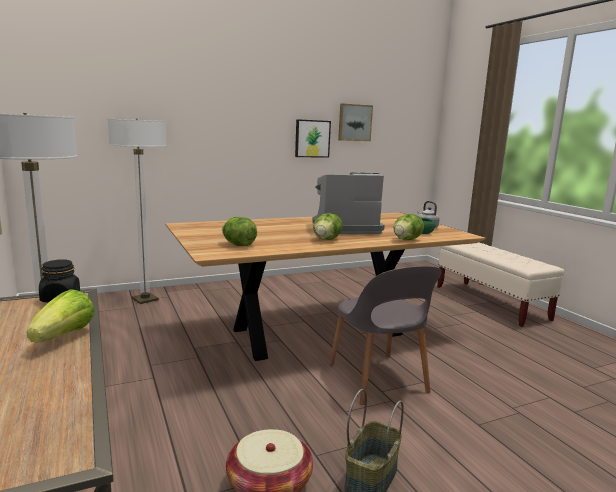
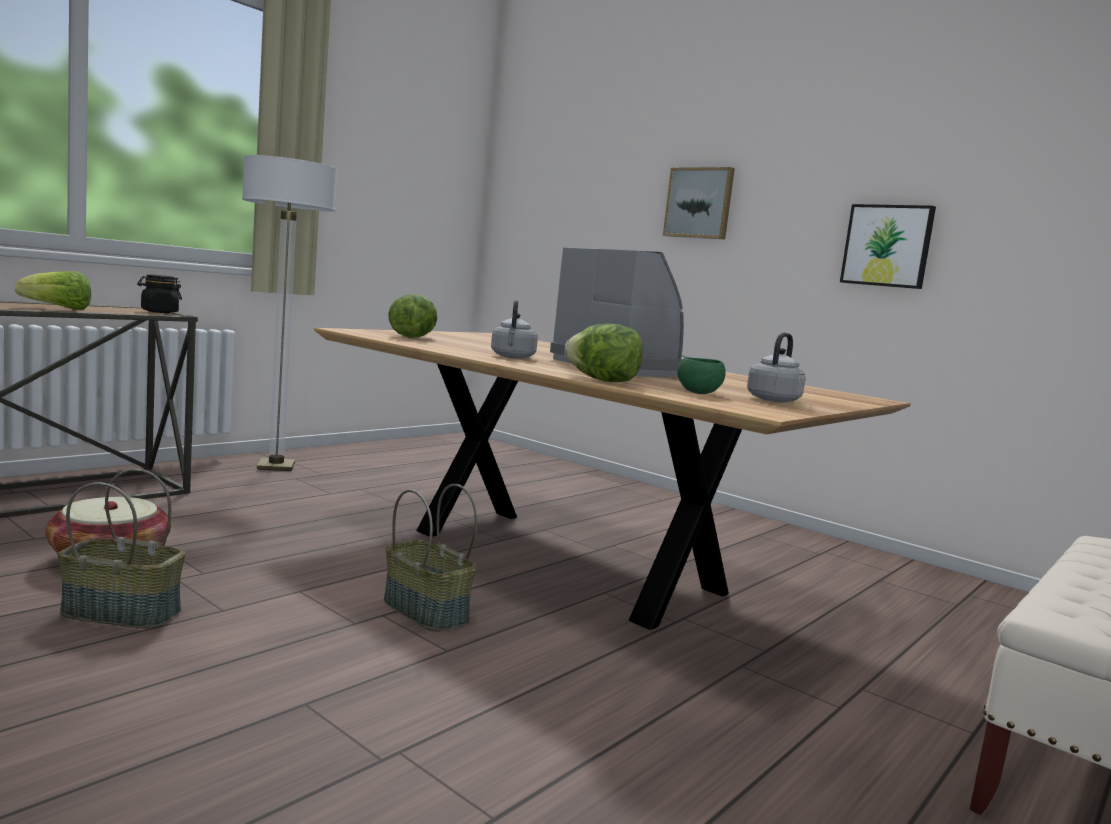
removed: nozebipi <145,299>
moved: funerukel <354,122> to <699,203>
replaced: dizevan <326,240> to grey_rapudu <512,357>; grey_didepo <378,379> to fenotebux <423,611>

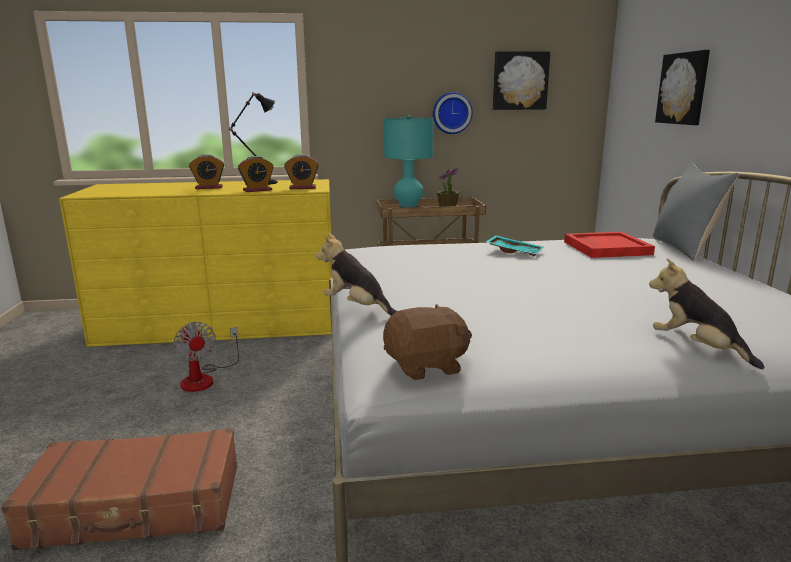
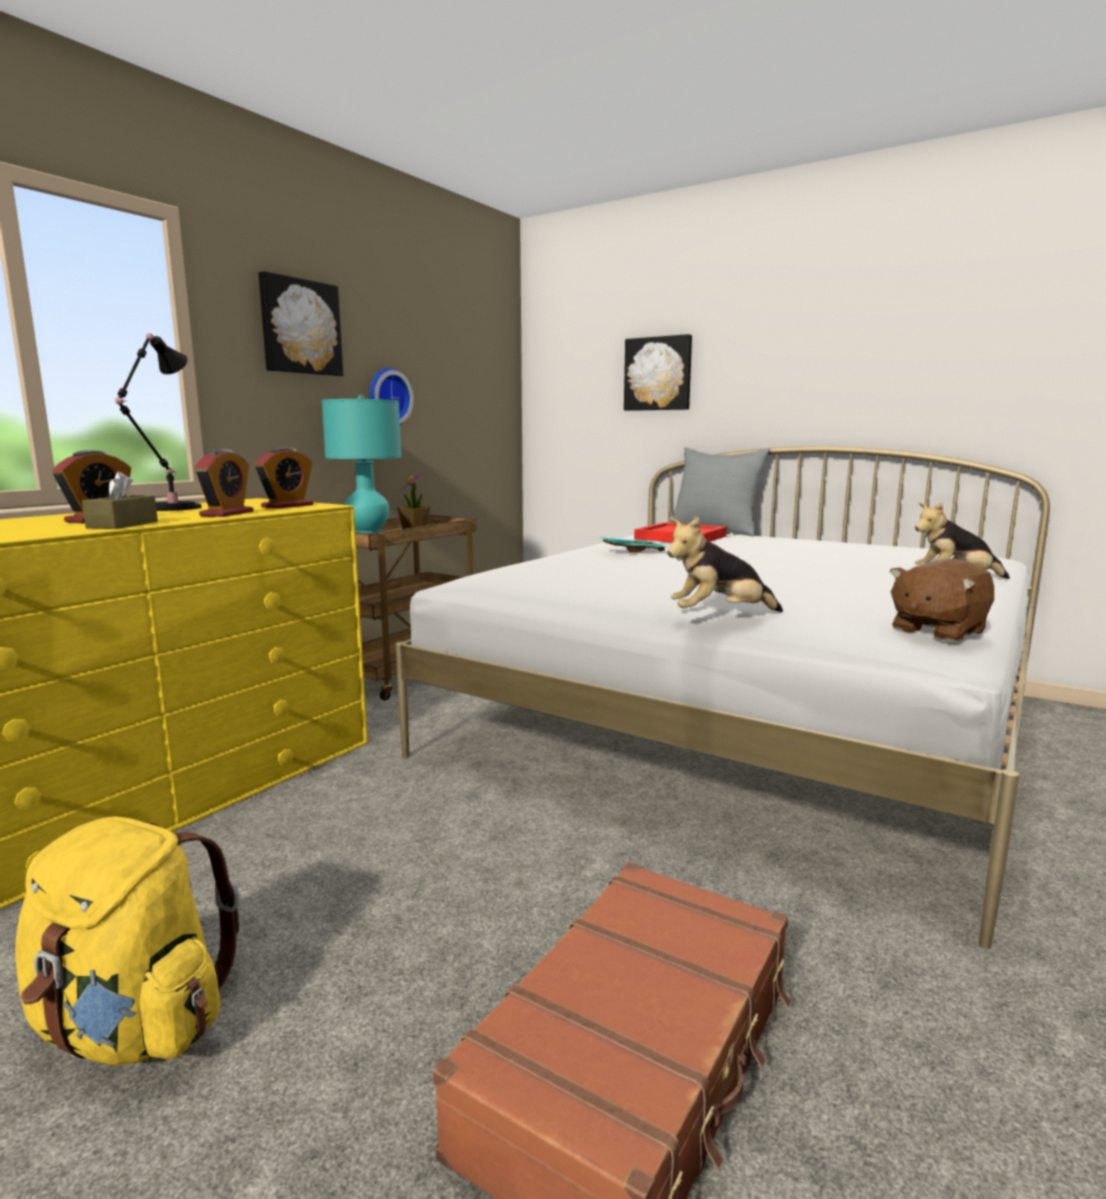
removed: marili <205,378>
added: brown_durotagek <123,525>; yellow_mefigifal <134,1026>
moved: funerukel <520,81> to <300,327>
turned: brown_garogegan <426,366> = <936,631> 150 degrees counterclockwise

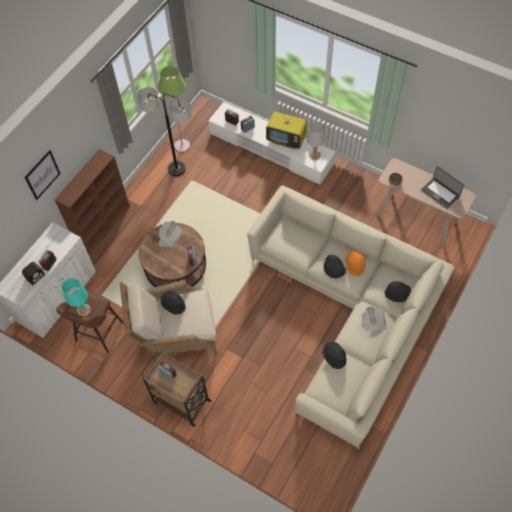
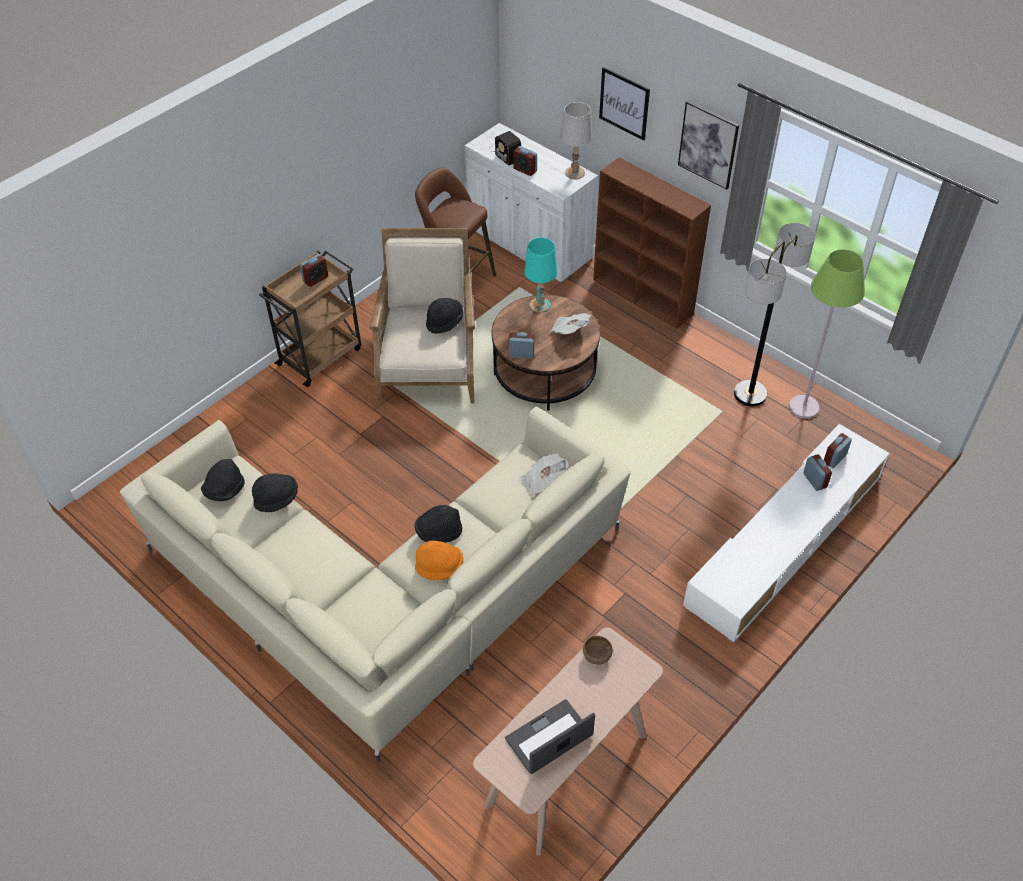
removed: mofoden <286,140>
added: funerukel <708,144>
moved: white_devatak <314,155> to <574,173>; turquoise_devatak <83,309> to <540,305>; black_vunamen <397,294> to <225,490>; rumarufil <373,324> to <543,482>

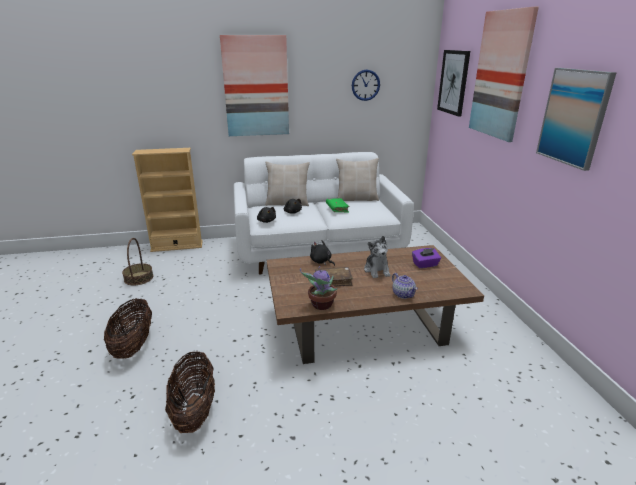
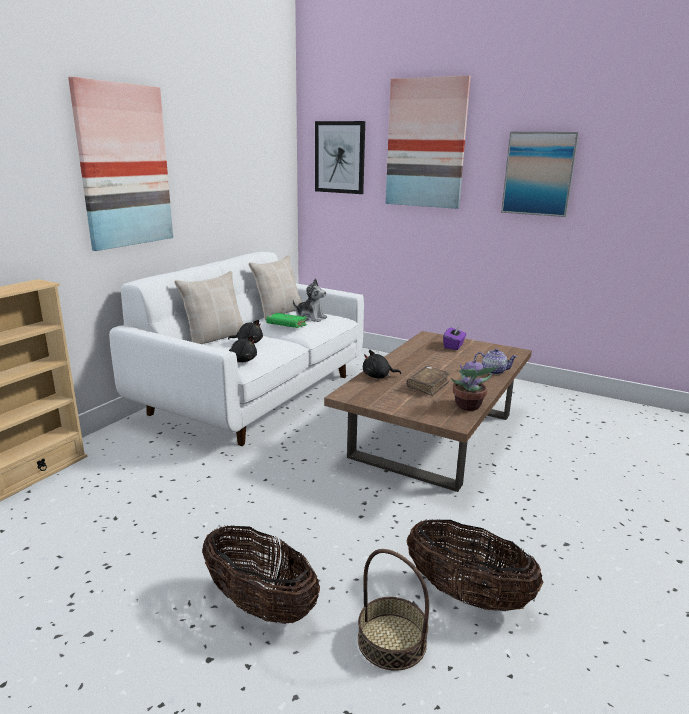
removed: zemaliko <365,85>
moved: garogegan <377,270> to <310,318>; fenotebux <138,278> to <391,641>

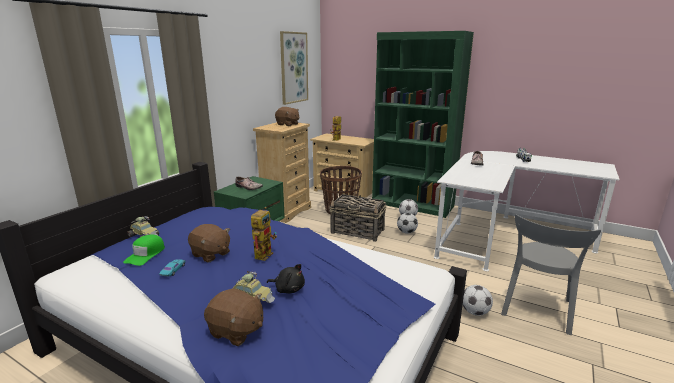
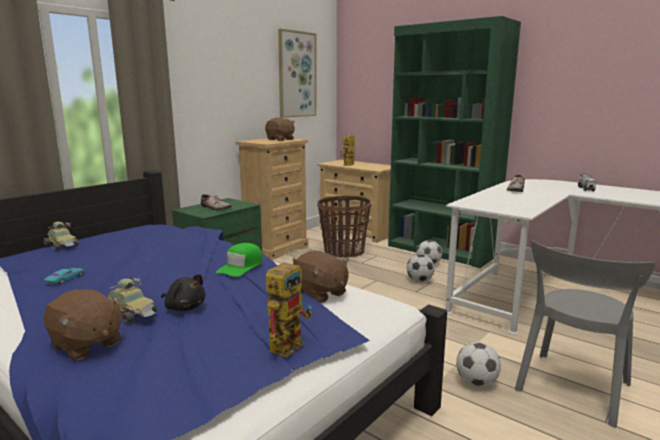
removed: fenotebux <358,231>
moved: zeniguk <264,253> to <288,343>; brown_garogegan <210,254> to <320,293>; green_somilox <146,254> to <241,267>

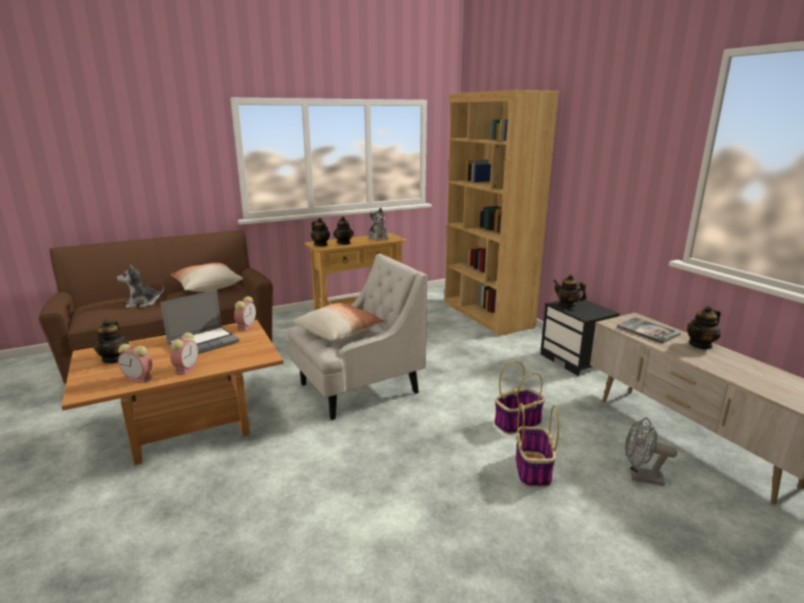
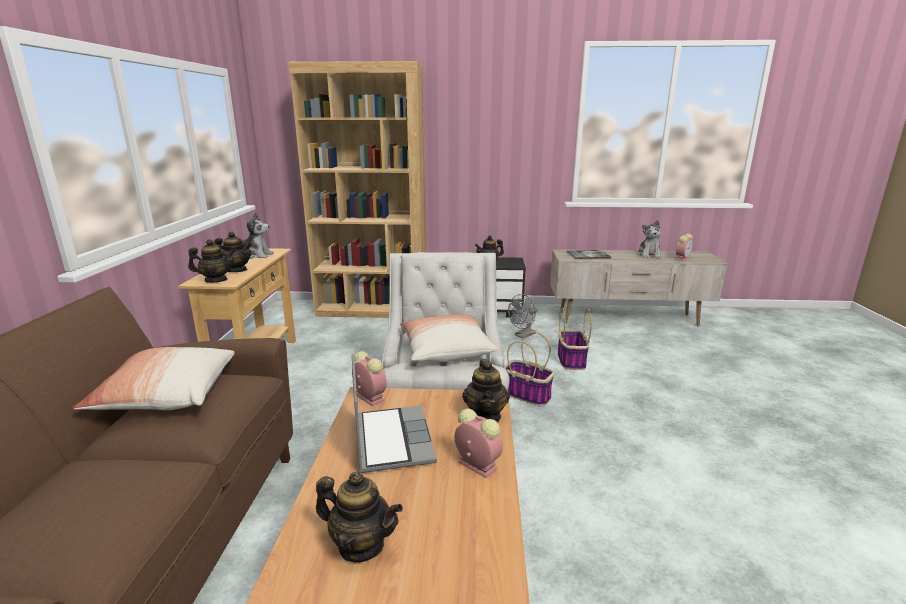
moved: garogegan <142,303> to <649,255>; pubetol <700,345> to <485,416>; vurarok <139,378> to <682,258>; fenotebux <533,470> to <527,395>; grey_marili <640,477> to <523,335>

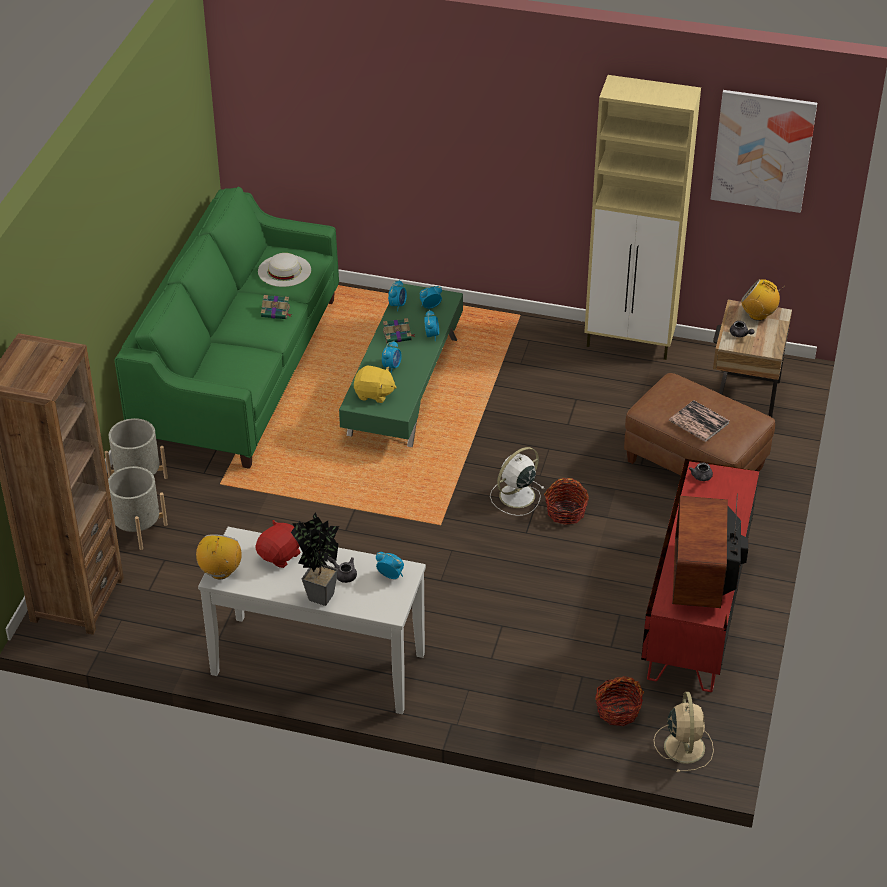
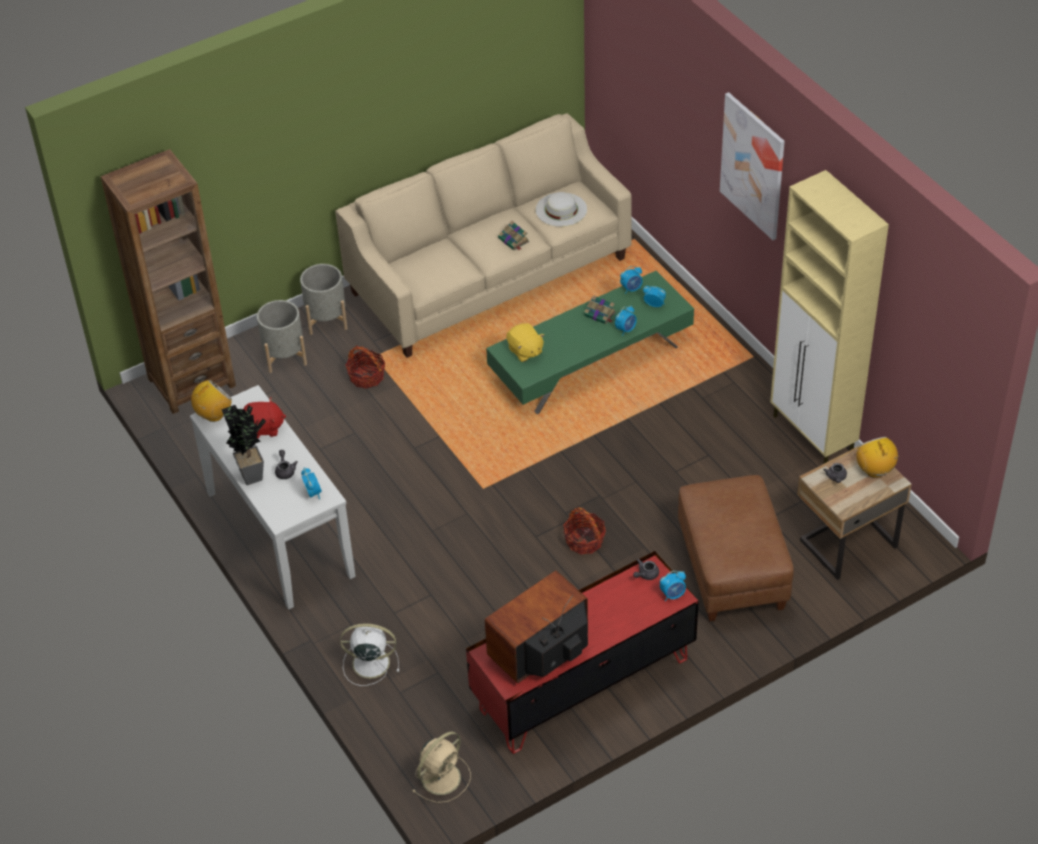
removed: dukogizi <699,422>
moved: funerukel <763,150> to <753,165>; vurarok <392,366> to <673,594>; white_marili <515,496> to <369,663>; fenotebux <617,711> to <366,377>
recoloured: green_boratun <239,371> to beige_boratun <489,276>

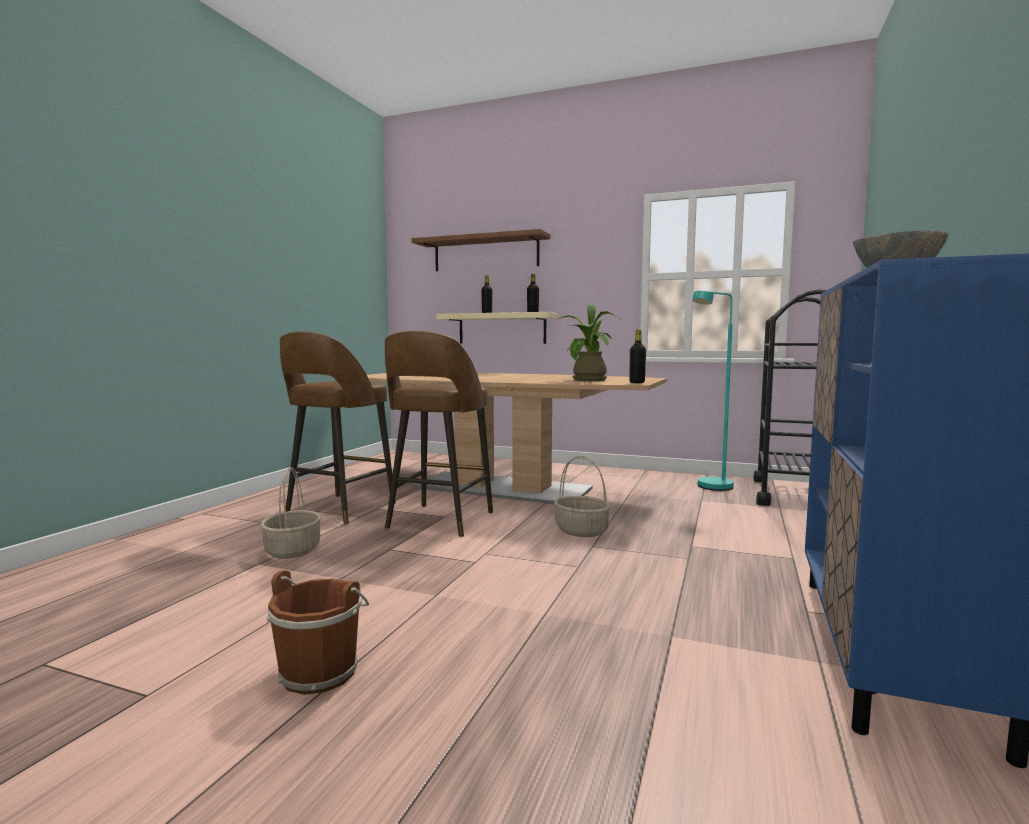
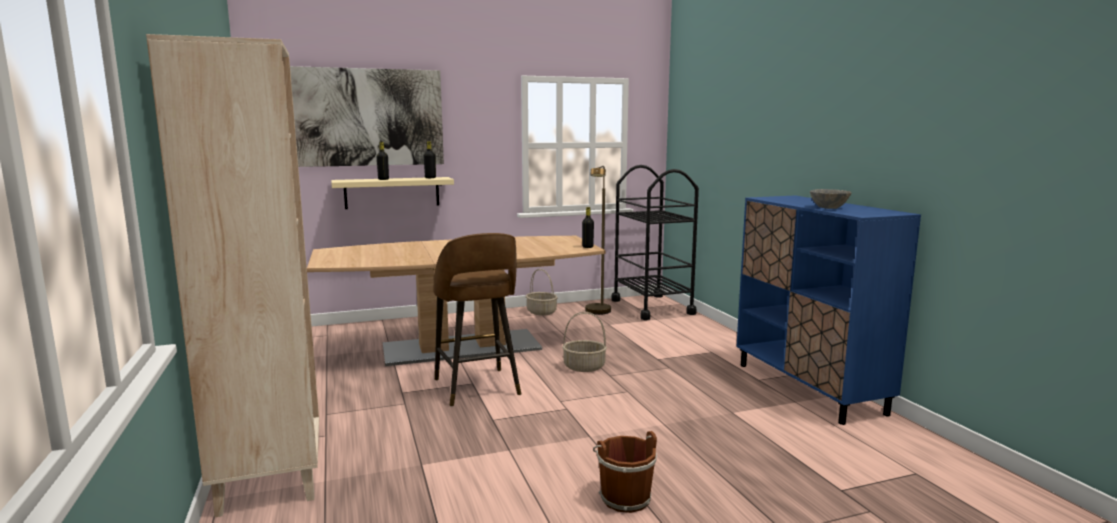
removed: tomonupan <588,380>; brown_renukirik <339,510>
added: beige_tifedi <269,480>
moved: fenotebux <293,550> to <542,312>
replaced: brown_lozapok <485,253> to funerukel <370,117>
recoloured: turquoise_nozebipi <710,488> to brown_nozebipi <597,313>

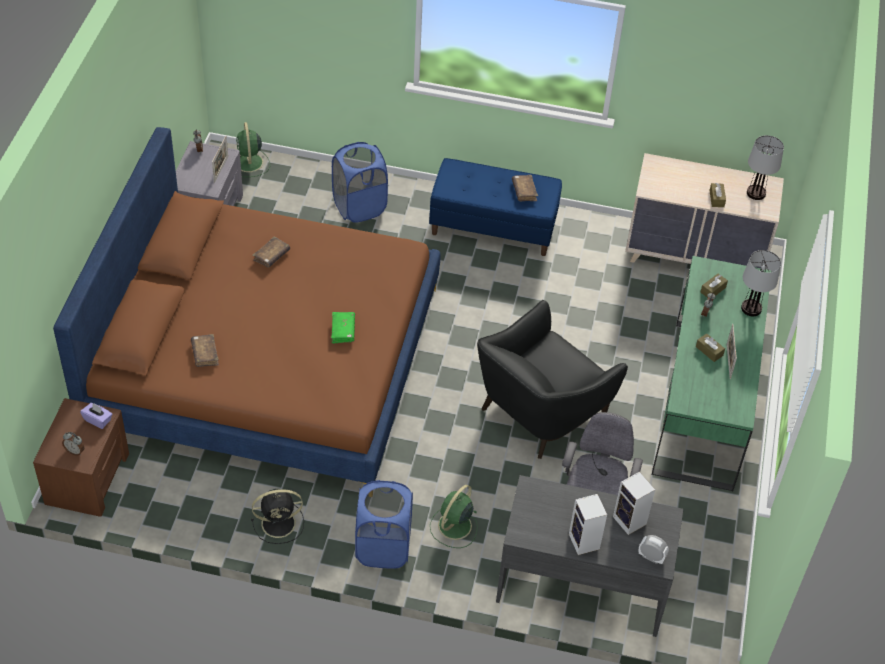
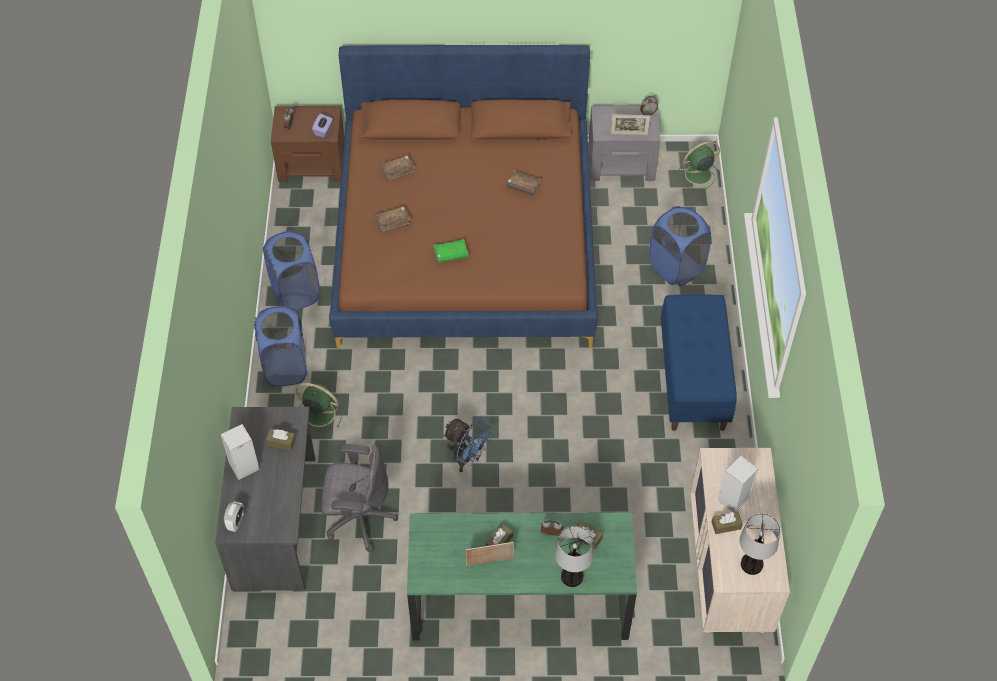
added: brown_durotagek <281,442>
moved: brown_dukogizi <524,191> to <392,221>; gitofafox <630,521> to <733,500>
replaced: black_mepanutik <540,410> to blue_marili <467,458>; black_marili <280,523> to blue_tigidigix <296,292>

